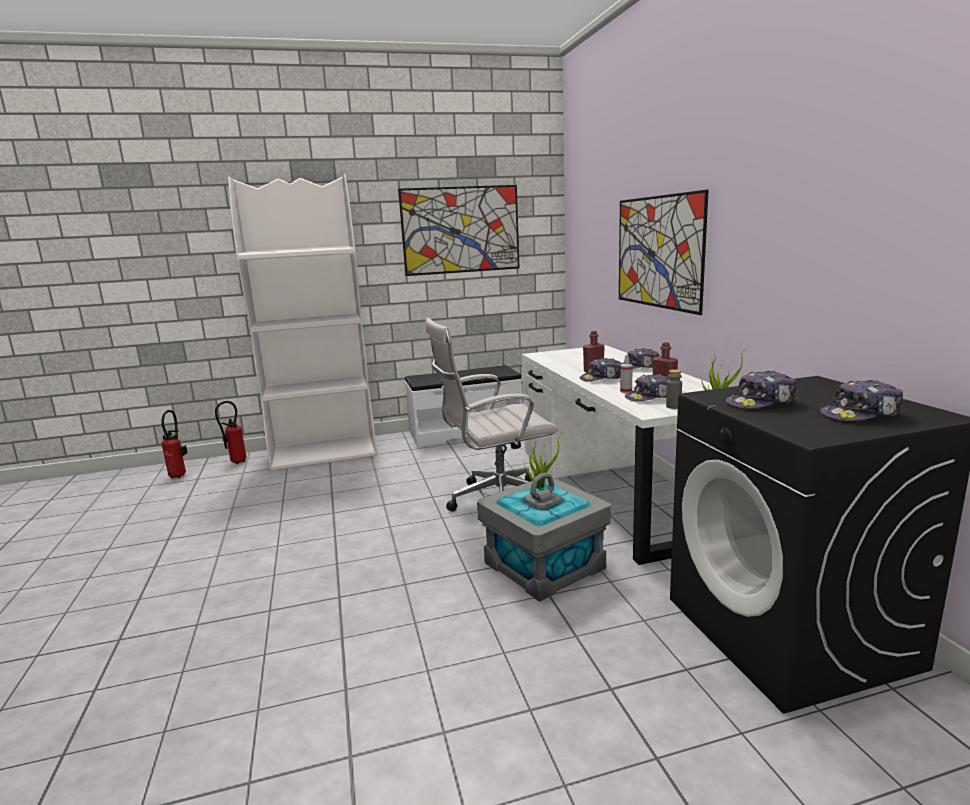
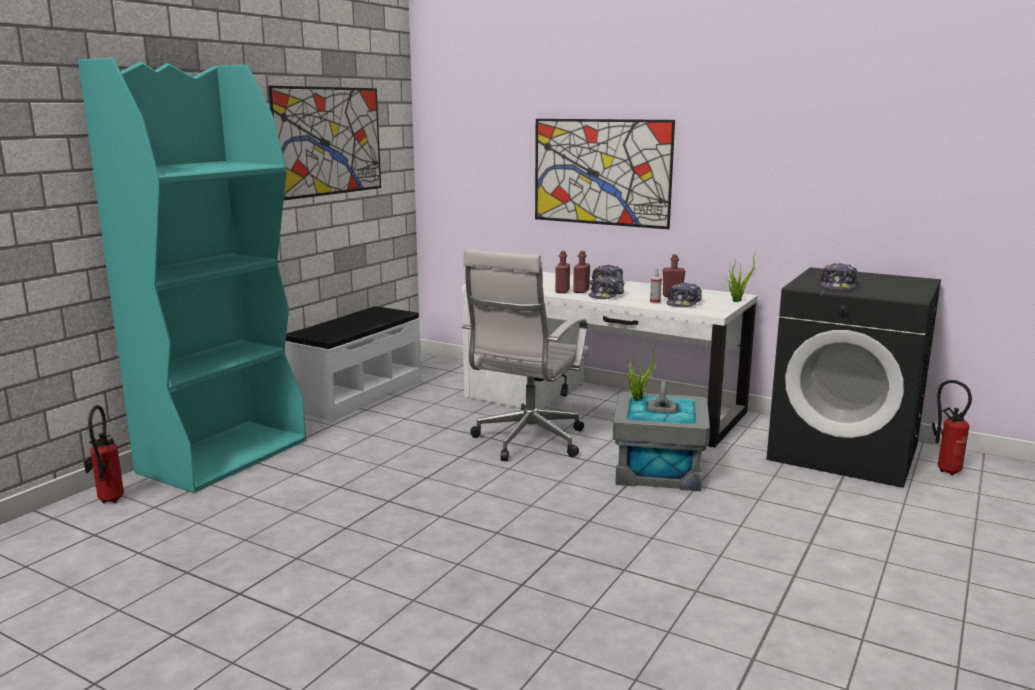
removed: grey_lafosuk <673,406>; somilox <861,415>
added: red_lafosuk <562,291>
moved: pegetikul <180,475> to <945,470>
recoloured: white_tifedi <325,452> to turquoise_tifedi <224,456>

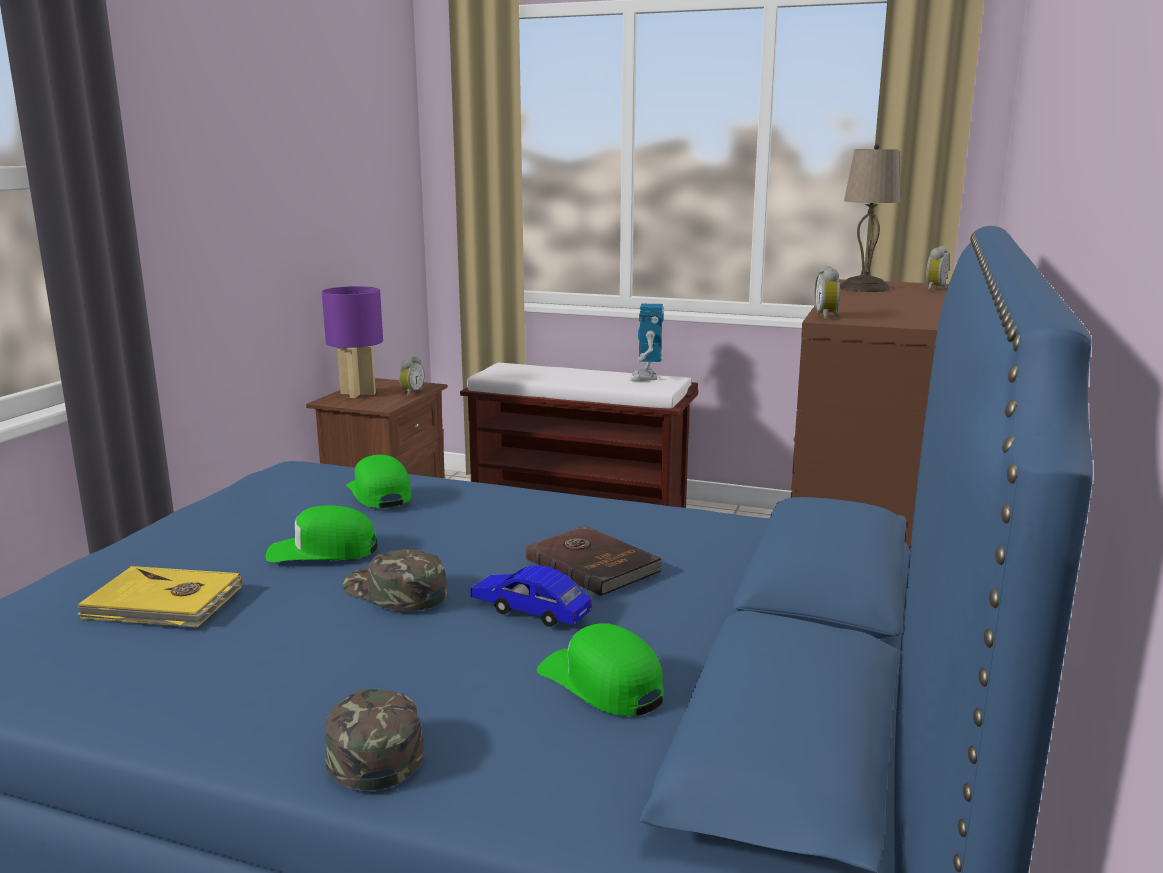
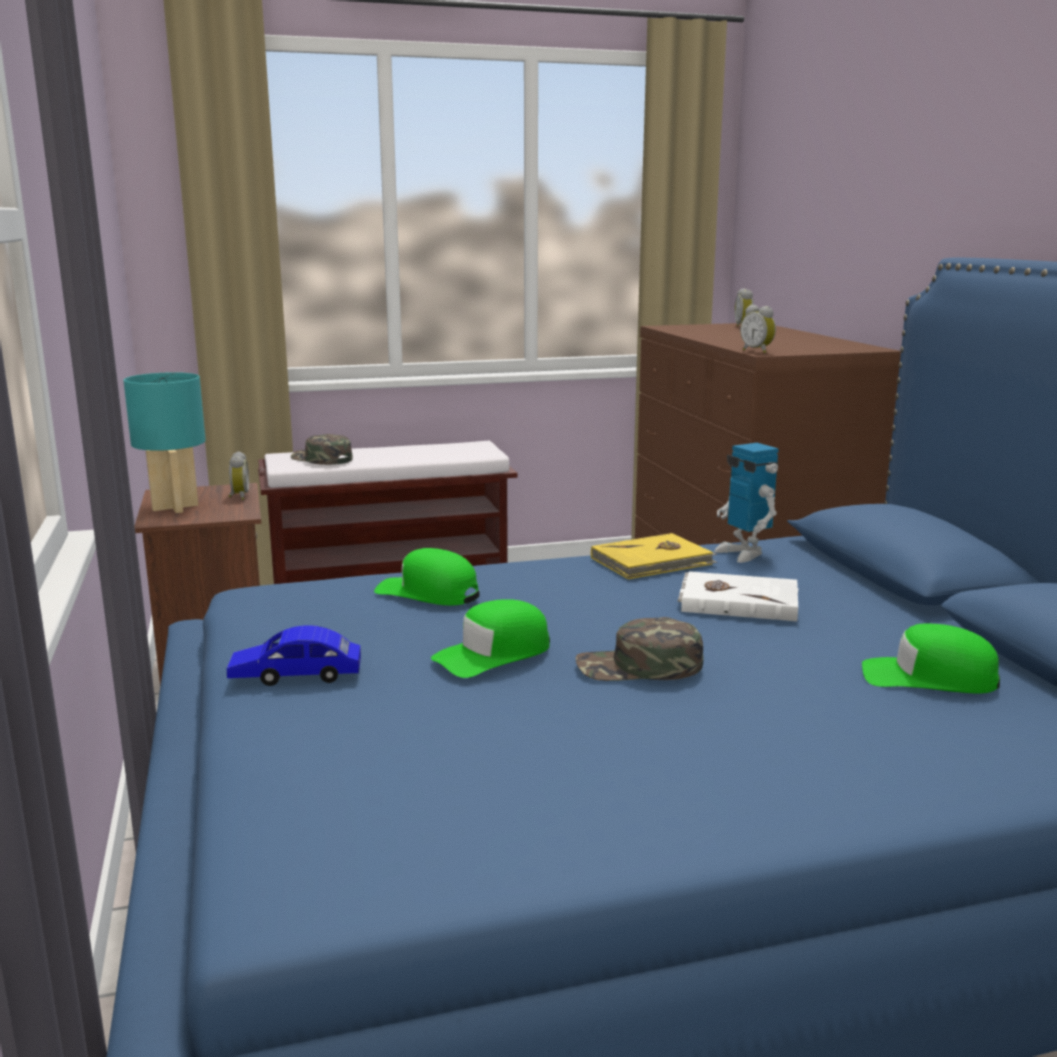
removed: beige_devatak <864,288>
moved: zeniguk <646,378> to <743,553>; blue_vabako <530,611> to <296,675>; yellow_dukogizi <163,604> to <653,562>; green_somilox <372,744> to <321,459>
recoloured: purple_devatak <358,394> to turquoise_devatak <176,507>; brown_dukogizi <593,564> to white_dukogizi <738,601>

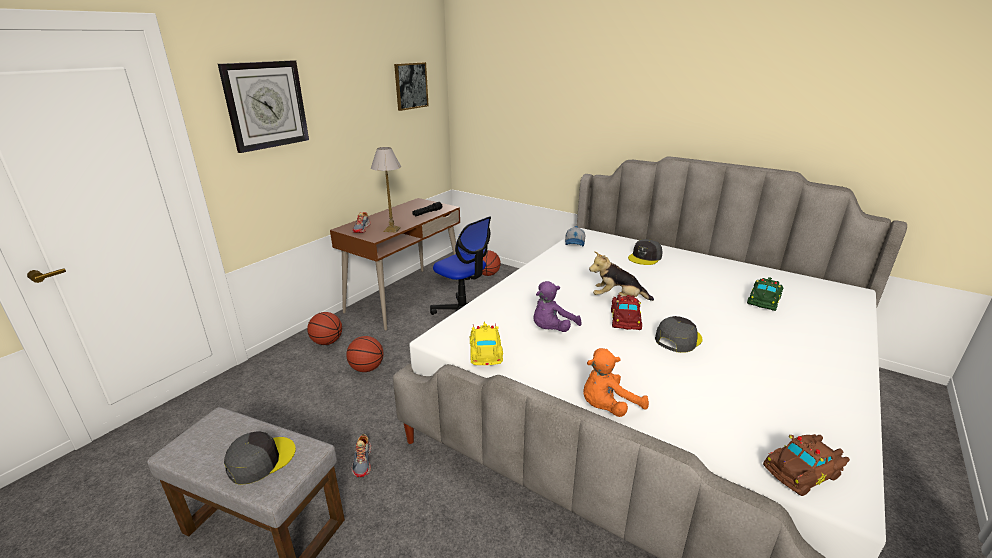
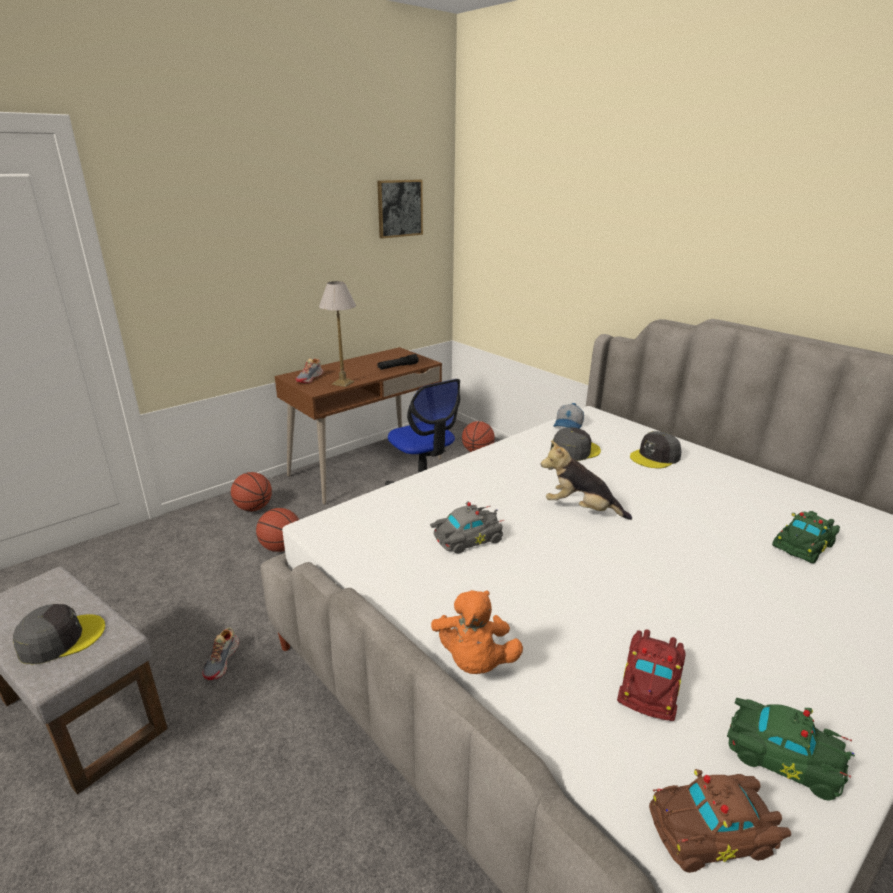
removed: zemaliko <266,105>; yellow_vabako <485,353>
added: green_vabako <779,754>
moved: red_vabako <626,319> to <651,683>; grey_somilox <678,339> to <574,451>
replaced: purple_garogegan <552,329> to grey_vabako <466,538>
turned: orange_garogegan <608,407> = <474,661> 75 degrees counterclockwise

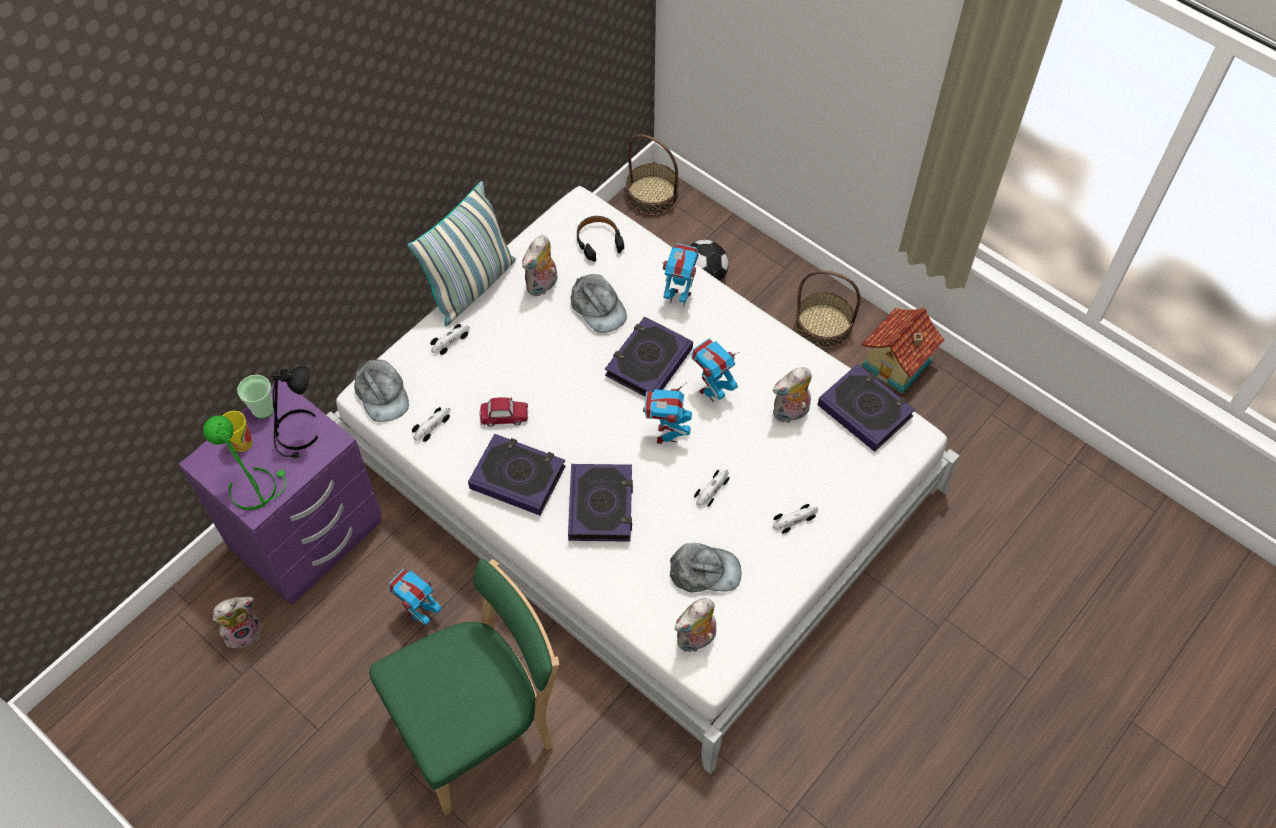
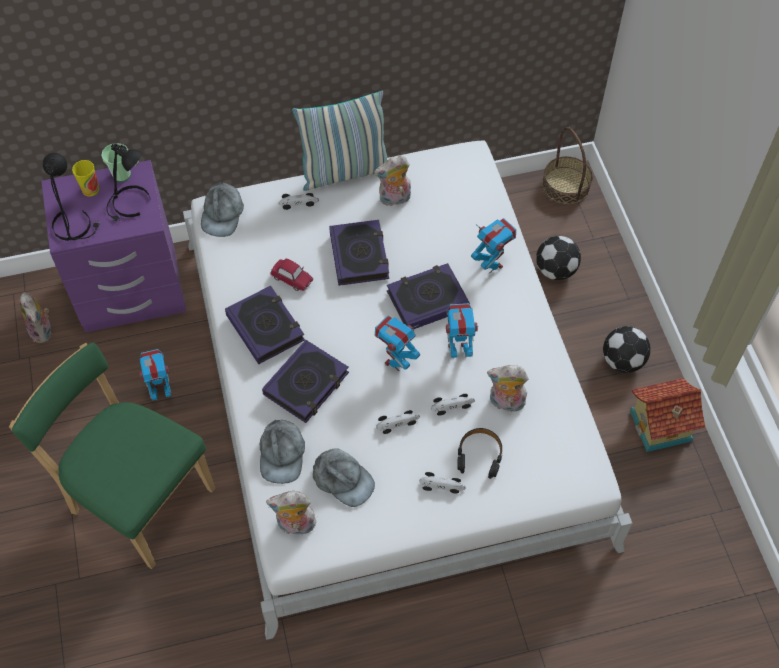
moved: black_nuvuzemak <598,241> to <479,455>; grey_somilox <598,307> to <282,453>; dukogizi <865,410> to <359,256>; vabako <432,426> to <452,405>
replaced: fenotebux <823,326> to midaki <623,361>
recoloured: green_devatak <256,487> to black_devatak <74,225>
turned: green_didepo <480,728> = <137,497> 150 degrees counterclockwise; garogegan <244,631> = <43,331> 60 degrees clockwise

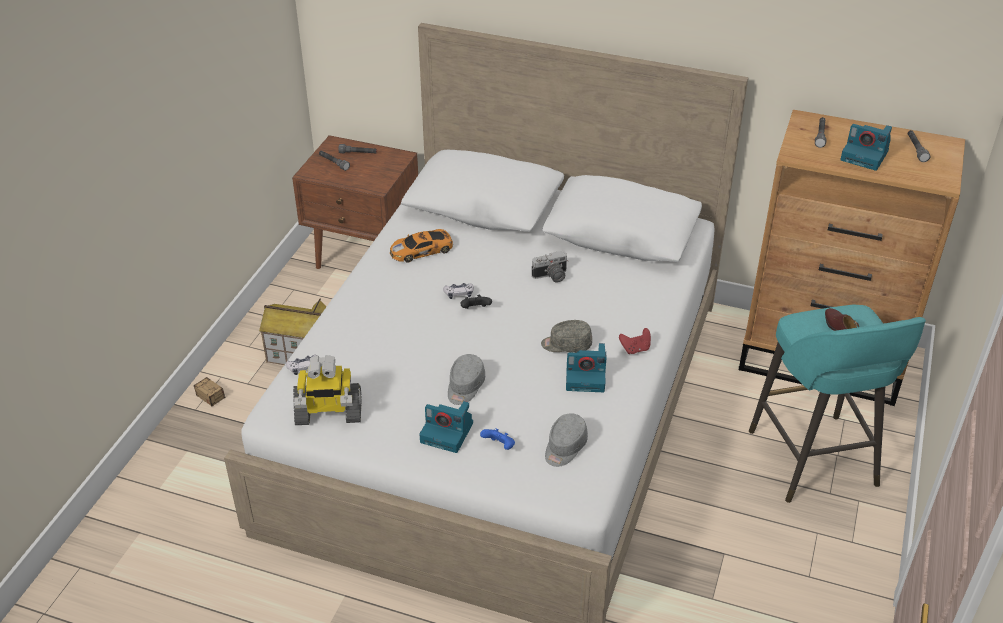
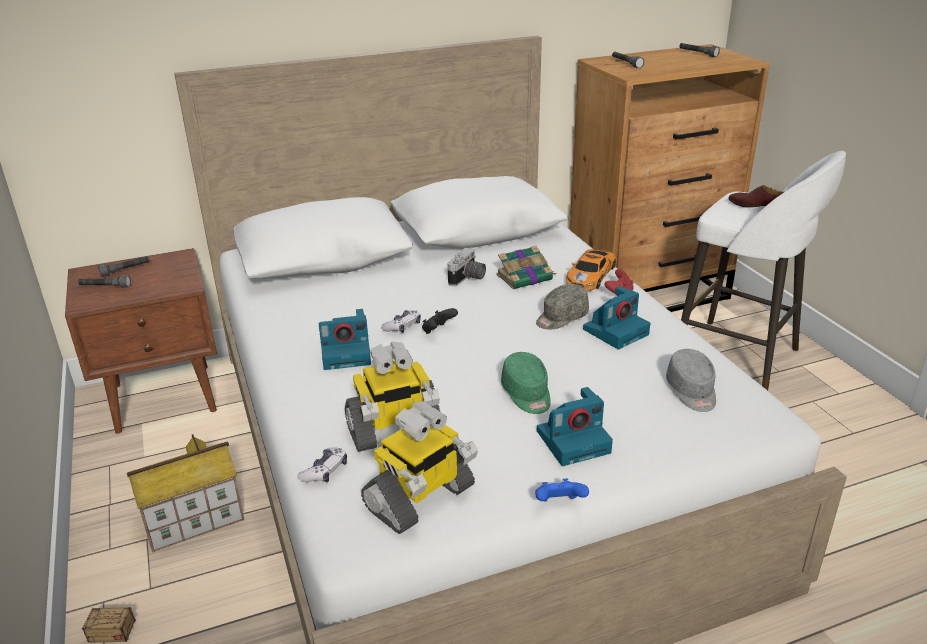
added: dukogizi <525,277>; zeniguk <394,430>
moved: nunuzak <865,156> to <347,353>; vabako <423,250> to <591,275>; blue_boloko <499,446> to <559,504>
recoloured: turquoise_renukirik <814,461> to white_renukirik <739,357>; grey_somilox <465,387> to green_somilox <527,394>

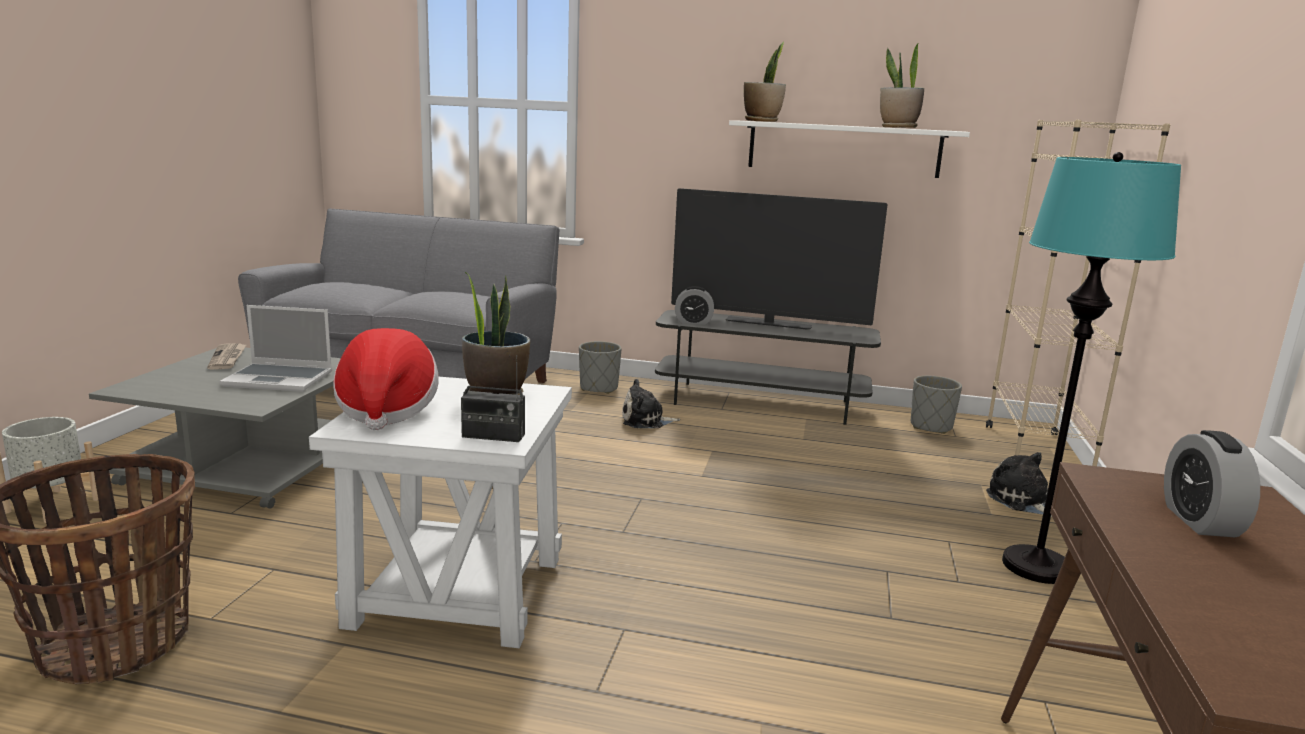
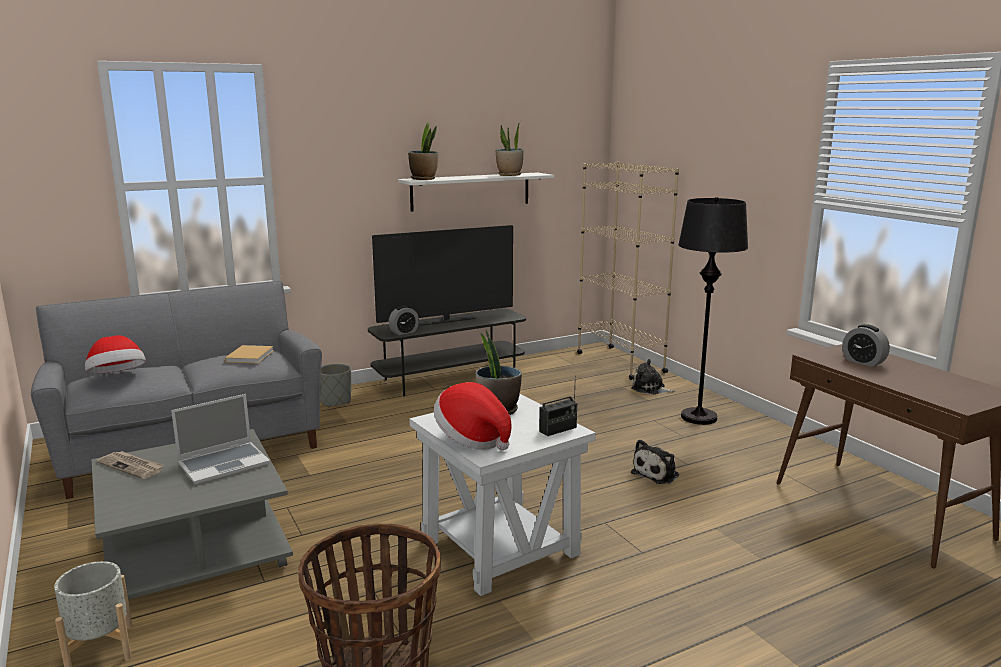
removed: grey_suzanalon <930,426>
added: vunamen <117,378>; beige_dukogizi <250,356>
moved: garogegan <646,421> to <657,473>
recoloured: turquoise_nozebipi <1037,566> to black_nozebipi <699,417>

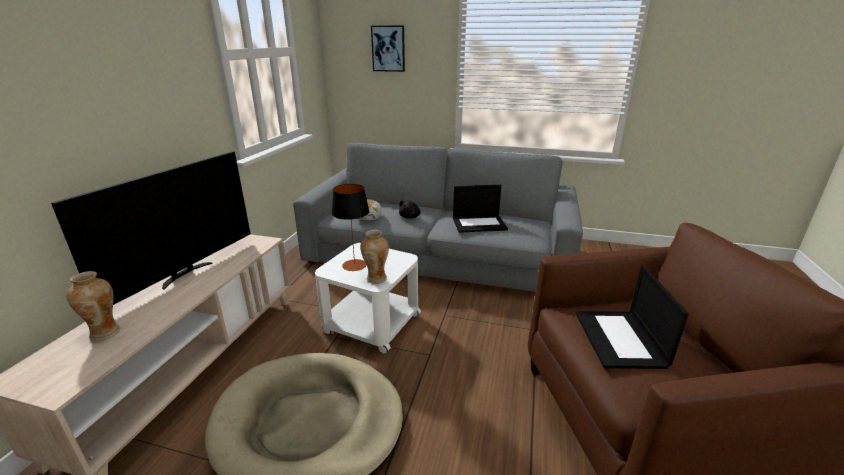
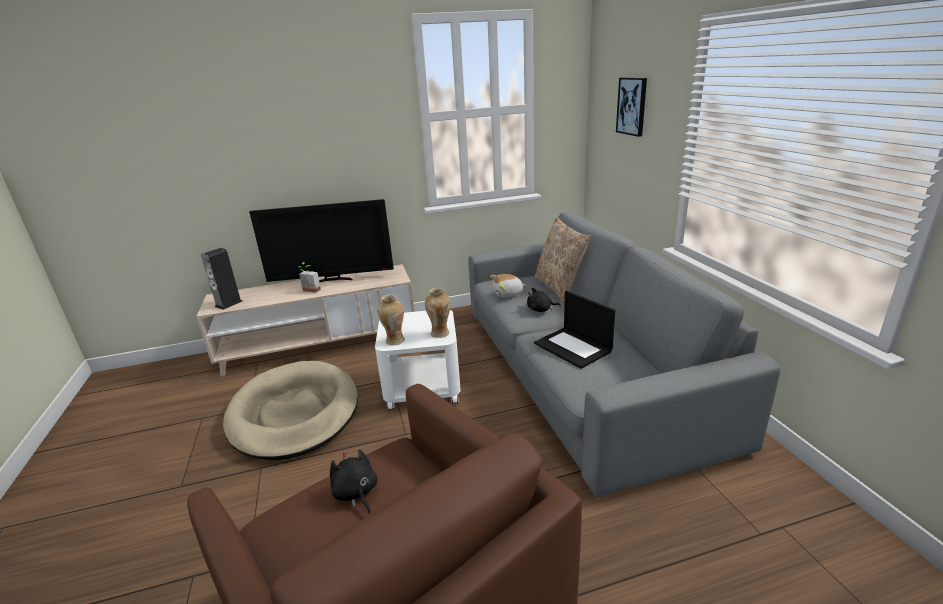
removed: devatak <354,265>
added: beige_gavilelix <559,287>; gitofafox <228,304>; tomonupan <309,291>
moved: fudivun <105,332> to <440,333>
replaced: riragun <620,339> to black_garogegan <356,493>

